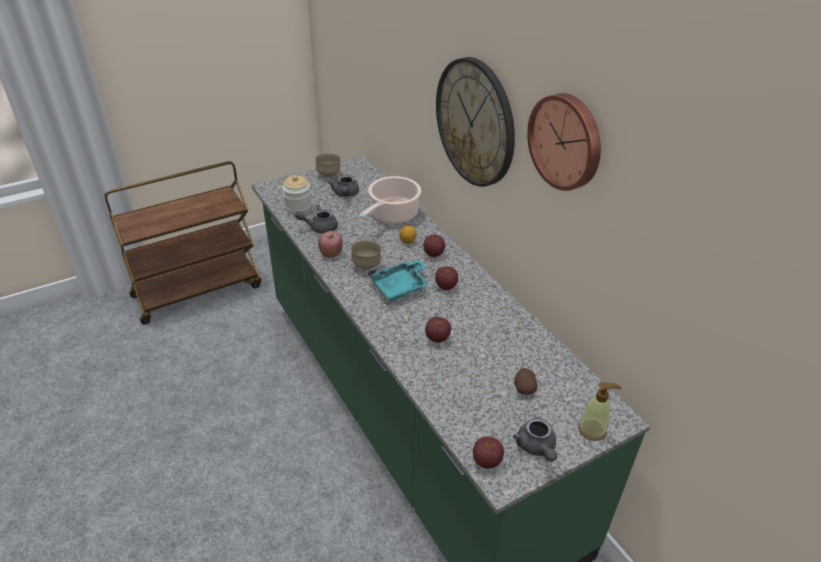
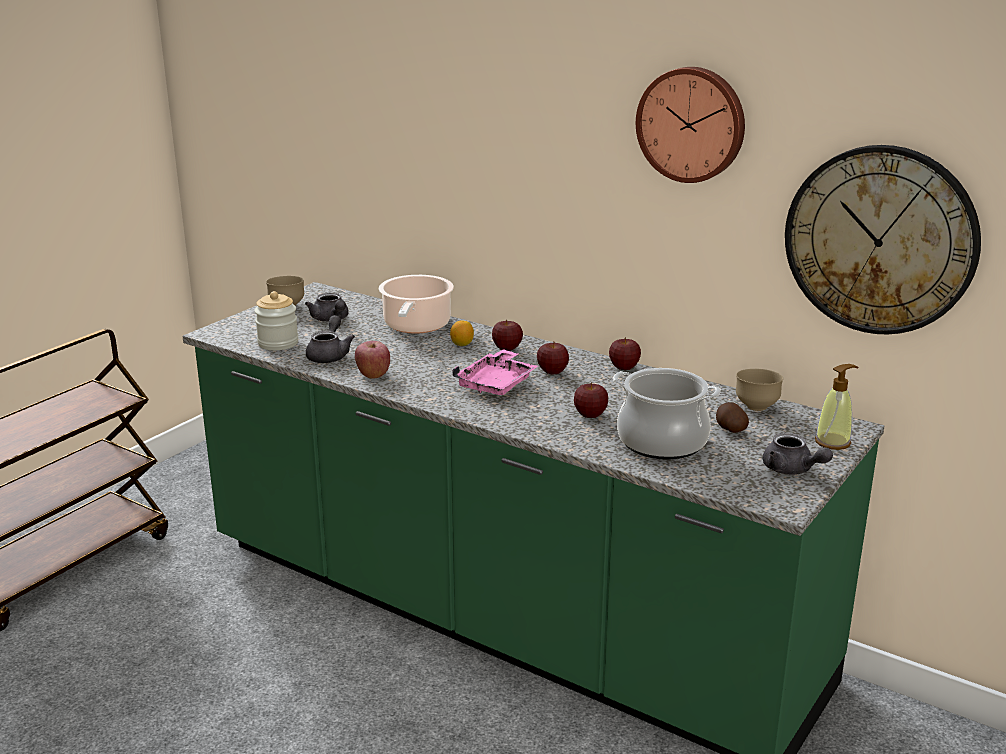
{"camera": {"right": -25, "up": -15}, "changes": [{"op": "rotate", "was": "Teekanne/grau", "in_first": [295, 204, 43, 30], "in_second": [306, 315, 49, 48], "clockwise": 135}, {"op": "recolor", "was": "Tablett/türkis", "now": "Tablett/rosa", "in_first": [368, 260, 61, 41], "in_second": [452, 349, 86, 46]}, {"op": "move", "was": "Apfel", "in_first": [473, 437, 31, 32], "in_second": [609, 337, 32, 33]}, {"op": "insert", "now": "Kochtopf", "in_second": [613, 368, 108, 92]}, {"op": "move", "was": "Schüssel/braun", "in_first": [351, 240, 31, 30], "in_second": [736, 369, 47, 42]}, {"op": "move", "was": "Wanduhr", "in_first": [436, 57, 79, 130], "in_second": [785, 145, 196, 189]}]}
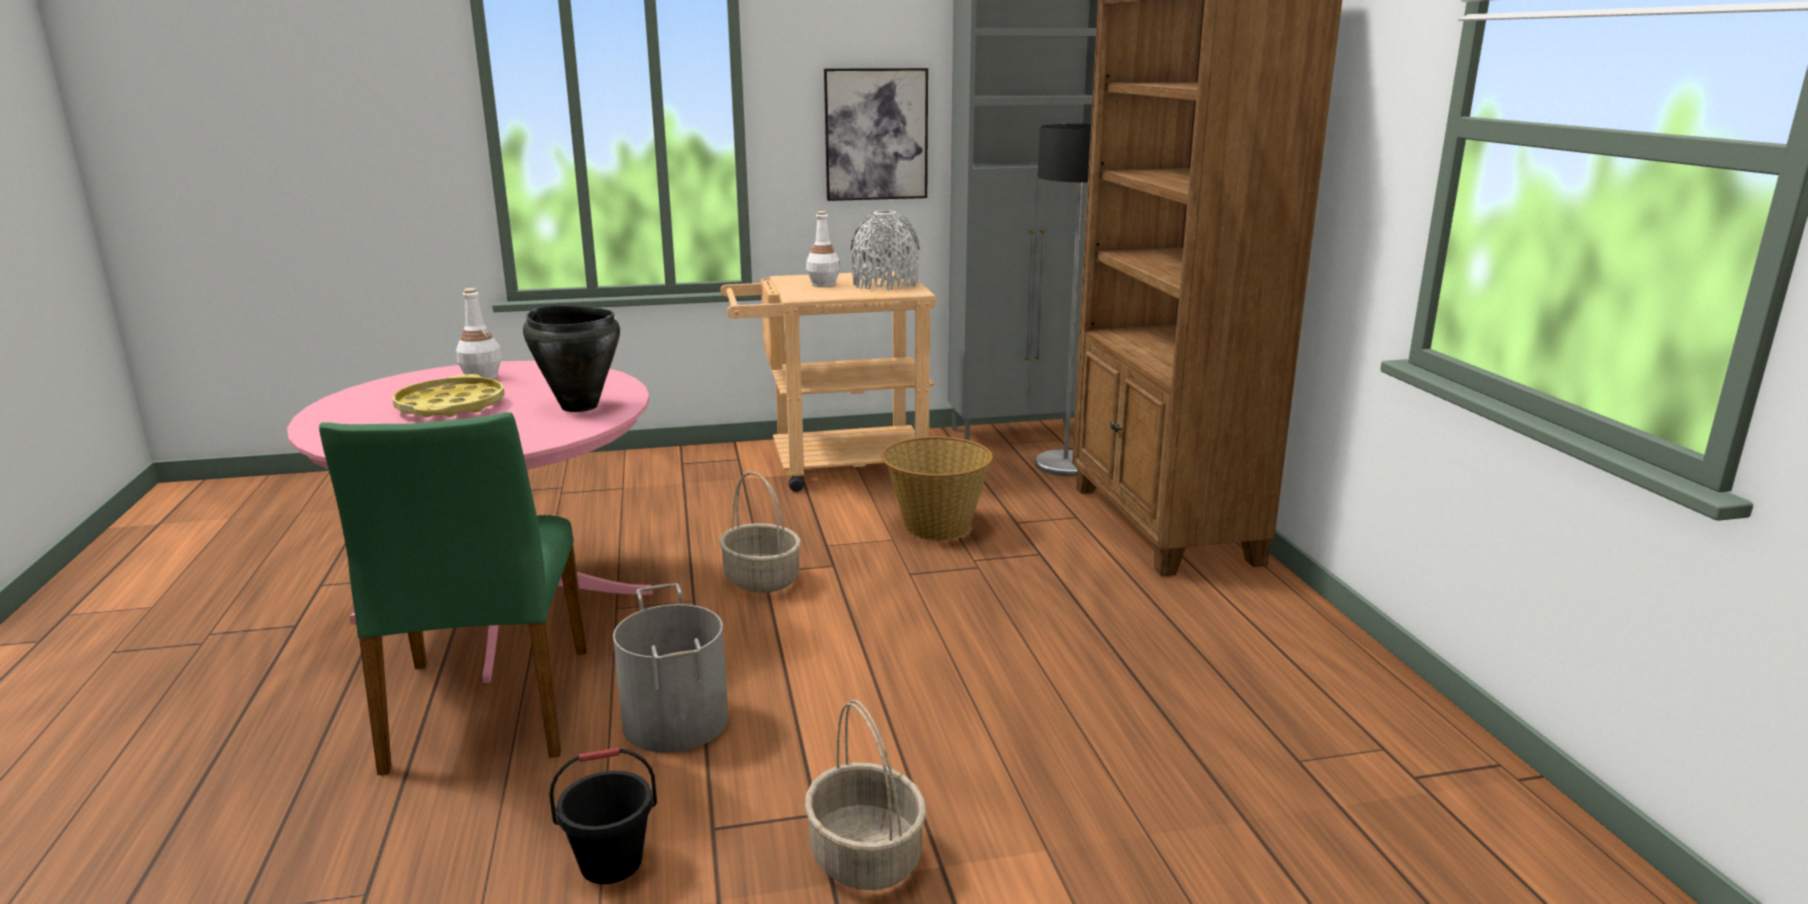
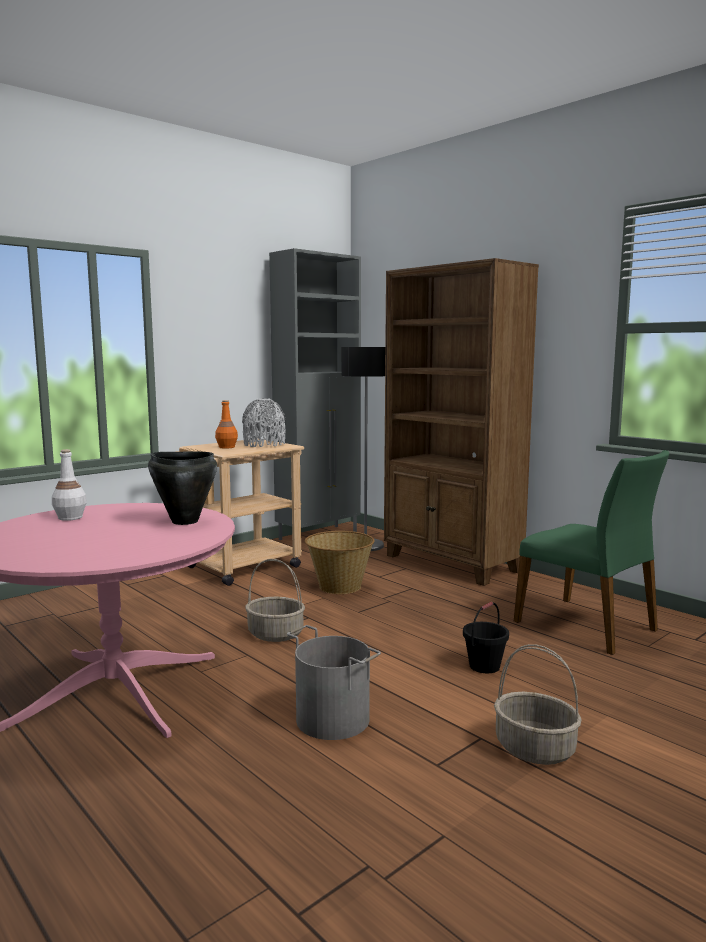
{"camera": {"right": -30, "up": -10}, "changes": [{"op": "recolor", "was": "Flasche/weiß", "now": "Flasche/orange", "in_first": [806, 211, 34, 76], "in_second": [215, 400, 23, 49]}, {"op": "move", "was": "Eimer/schwarz", "in_first": [549, 748, 108, 136], "in_second": [463, 602, 46, 71]}, {"op": "move", "was": "Stuhl/grün", "in_first": [319, 412, 268, 363], "in_second": [514, 450, 155, 205]}, {"op": "delete", "was": "Tablett/gelb", "in_first": [393, 374, 112, 43]}, {"op": "delete", "was": "Bild", "in_first": [824, 68, 104, 133]}]}
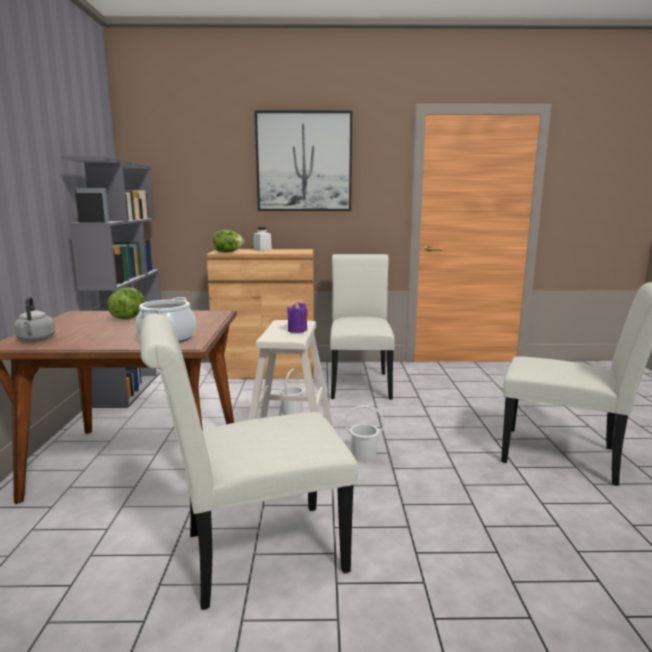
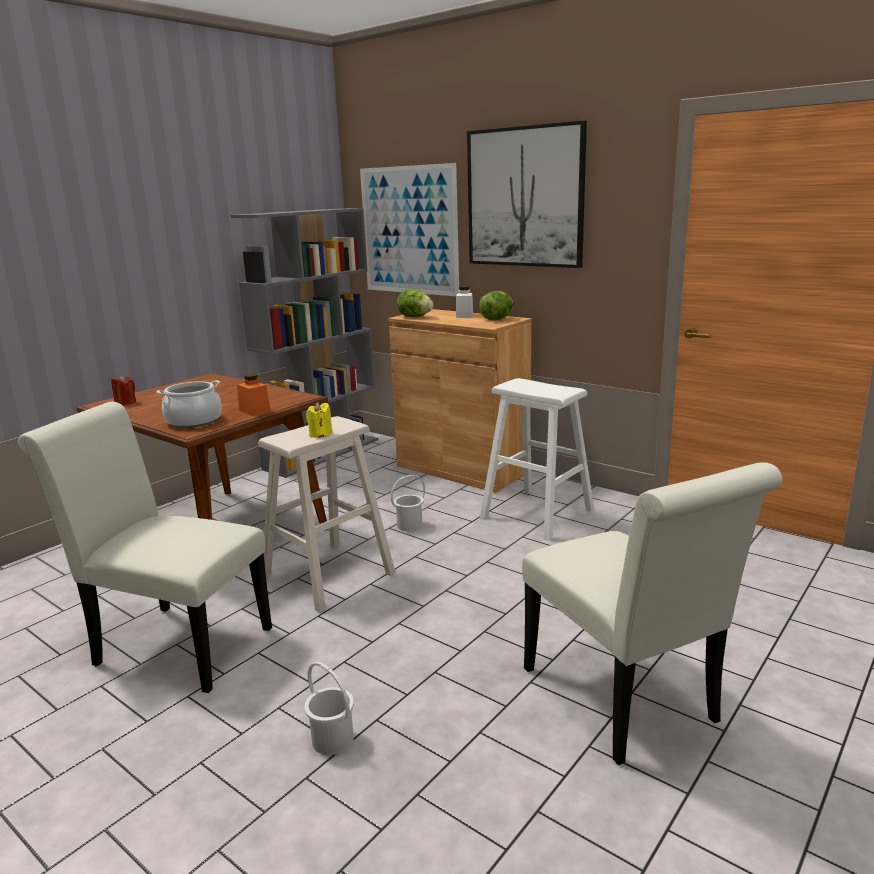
{"camera": {"right": 40, "up": 5}, "changes": [{"op": "replace", "was": "Wasserkessel/grau", "now": "Kerze/rot", "in_first": [14, 296, 41, 45], "in_second": [111, 375, 25, 30]}, {"op": "insert", "now": "Vorratsglas/orange", "in_second": [237, 373, 34, 43]}, {"op": "move", "was": "Eimer/weiß", "in_first": [345, 405, 39, 56], "in_second": [304, 662, 50, 93]}, {"op": "recolor", "was": "Kerze/lila", "now": "Kerze/gelb", "in_first": [287, 302, 21, 31], "in_second": [306, 402, 27, 36]}, {"op": "insert", "now": "Bild", "in_second": [360, 163, 99, 133]}, {"op": "move", "was": "Salatkopf", "in_first": [107, 287, 38, 33], "in_second": [479, 291, 34, 29]}, {"op": "replace", "was": "Stuhl/weiß", "now": "Hocker/weiß", "in_first": [330, 254, 65, 146], "in_second": [480, 378, 114, 162]}]}
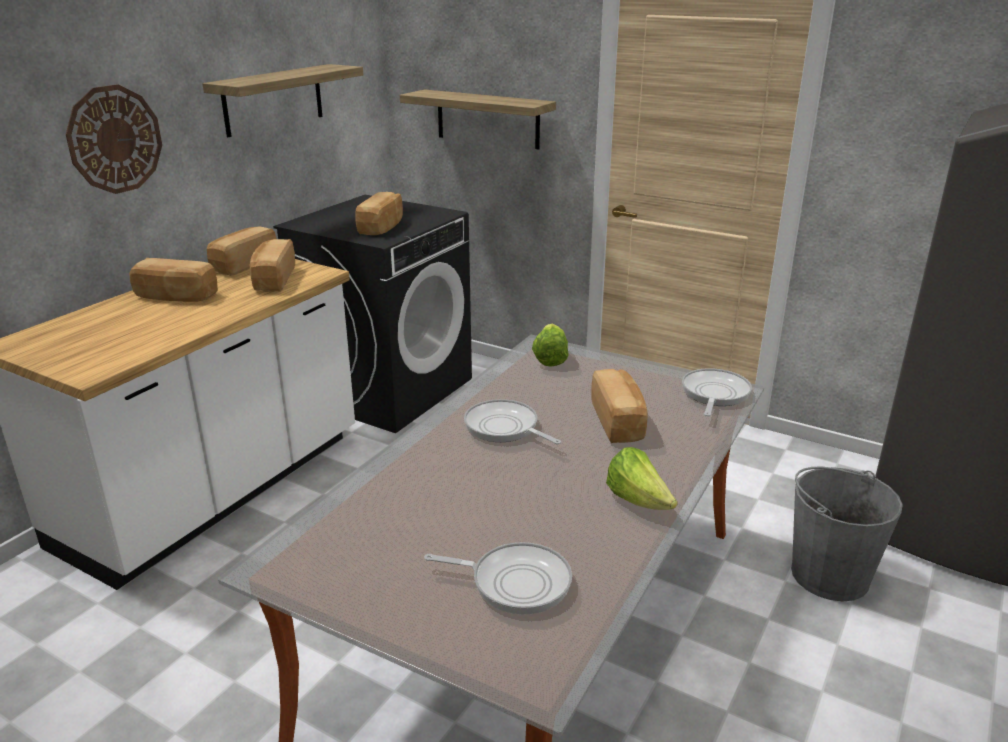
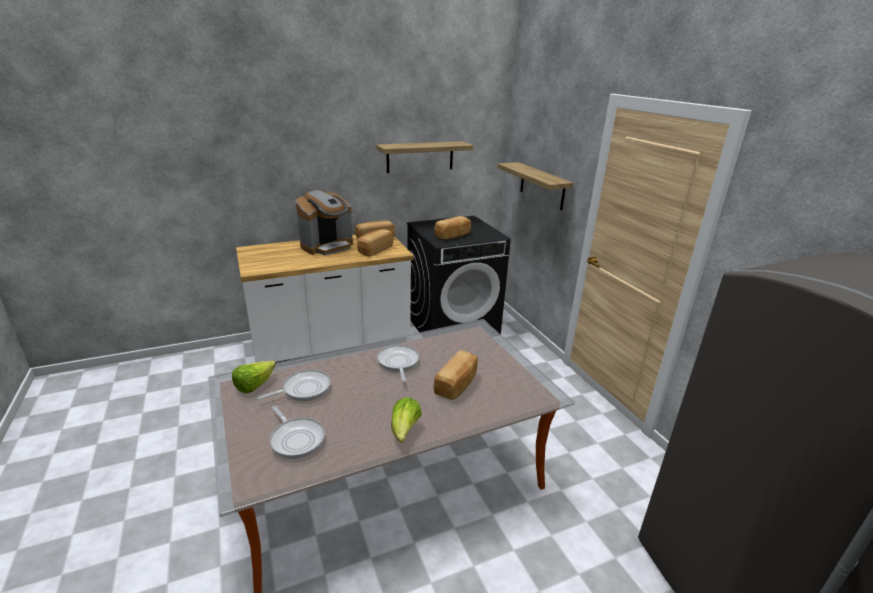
{"camera": {"right": 35, "up": 0}, "changes": [{"op": "move", "was": "Salatkopf", "in_first": [532, 324, 37, 42], "in_second": [232, 361, 44, 32]}, {"op": "move", "was": "Pfanne", "in_first": [682, 368, 70, 48], "in_second": [257, 370, 74, 31]}, {"op": "replace", "was": "Brot", "now": "Kaffeemaschine", "in_first": [129, 258, 89, 44], "in_second": [296, 190, 57, 65]}, {"op": "delete", "was": "Wanduhr", "in_first": [66, 84, 96, 110]}, {"op": "delete", "was": "Eimer/grau", "in_first": [791, 466, 112, 135]}]}
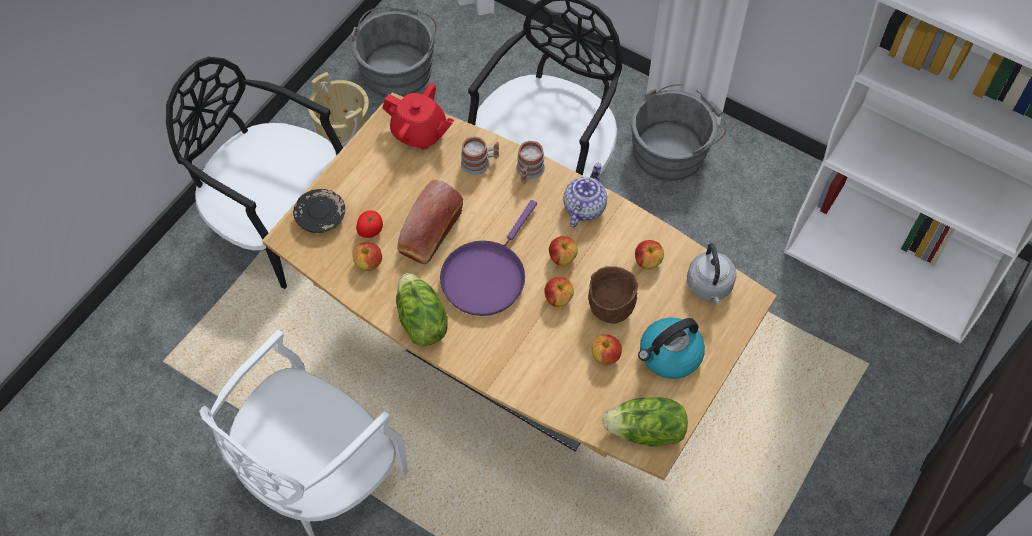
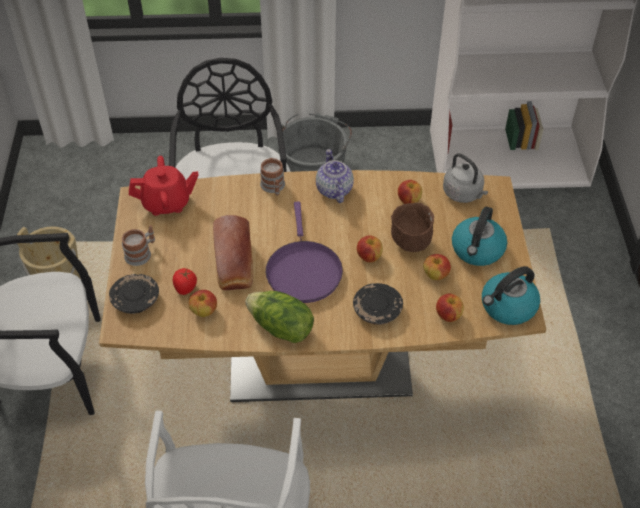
{"camera": {"right": -35, "up": -10}, "changes": [{"op": "move", "was": "Henkelbecher", "in_first": [461, 137, 38, 38], "in_second": [122, 225, 33, 41]}, {"op": "insert", "now": "Teller/schwarz", "in_second": [353, 283, 50, 42]}, {"op": "move", "was": "Apfel", "in_first": [549, 236, 29, 30], "in_second": [436, 293, 28, 29]}, {"op": "replace", "was": "Salatkopf", "now": "Wasserkessel", "in_first": [602, 397, 86, 49], "in_second": [482, 266, 58, 59]}, {"op": "delete", "was": "Eimer/grau", "in_first": [351, 5, 86, 92]}]}
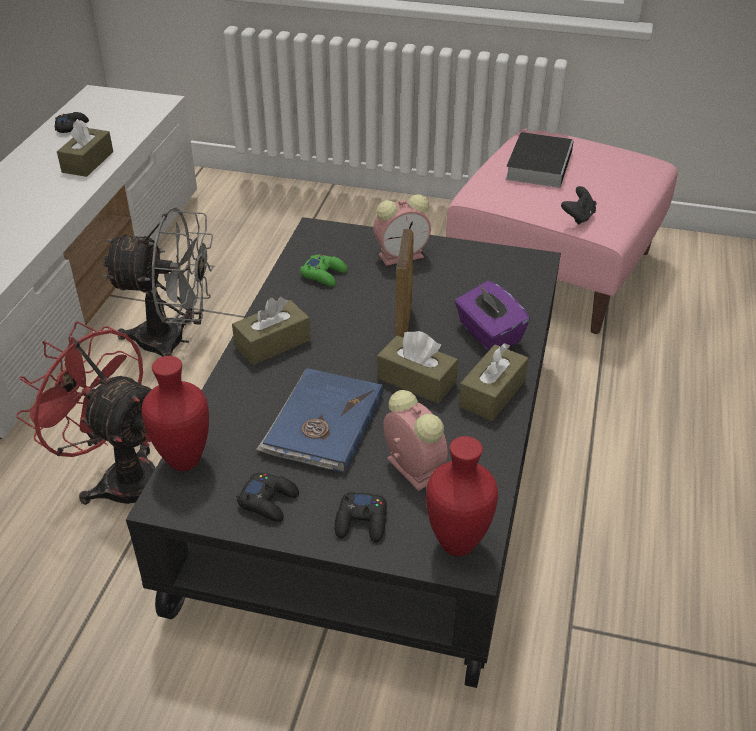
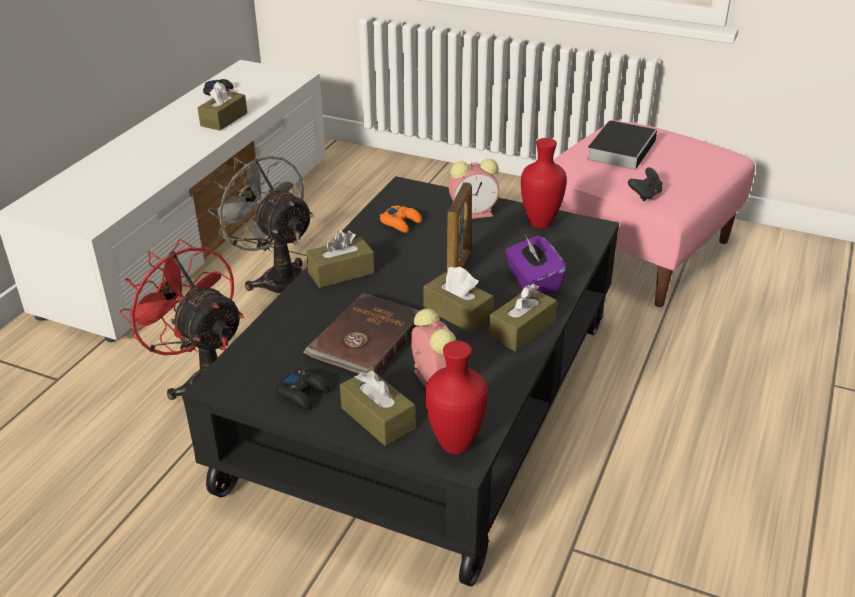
{"camera": {"right": 10, "up": -5}, "changes": [{"op": "rotate", "was": "Ventilator/grau", "in_first": [103, 207, 111, 150], "in_second": [208, 150, 106, 143], "clockwise": -150}, {"op": "recolor", "was": "Buch/blau", "now": "Buch/braun", "in_first": [256, 368, 127, 105], "in_second": [303, 293, 117, 81]}, {"op": "replace", "was": "Gamepad/schwarz", "now": "Taschentuchbox/braun", "in_first": [334, 491, 53, 51], "in_second": [340, 369, 76, 77]}, {"op": "recolor", "was": "Gamepad/grün", "now": "Gamepad/orange", "in_first": [300, 255, 47, 32], "in_second": [380, 205, 42, 28]}, {"op": "move", "was": "Vase/rot", "in_first": [141, 356, 68, 115], "in_second": [521, 138, 46, 91]}]}
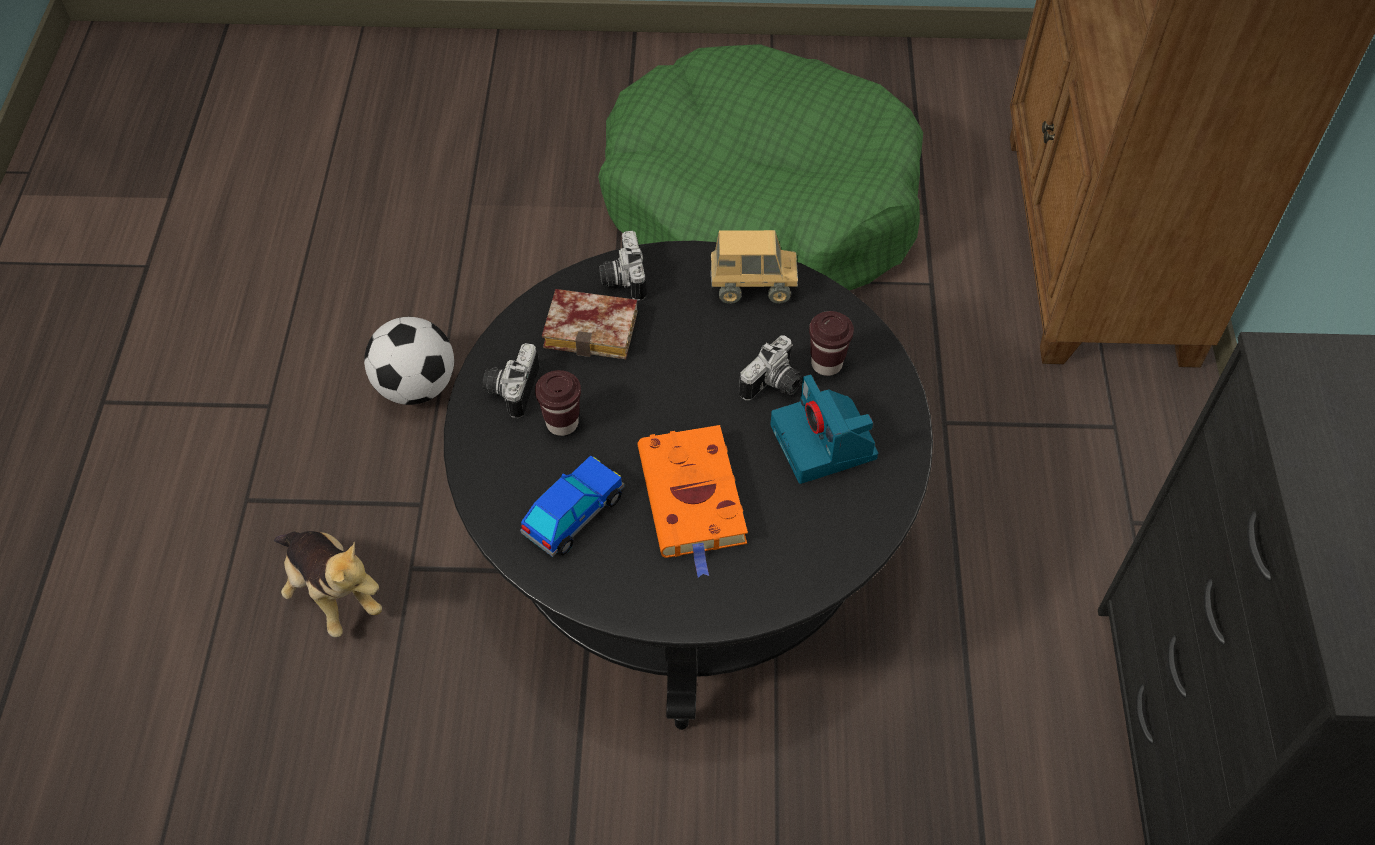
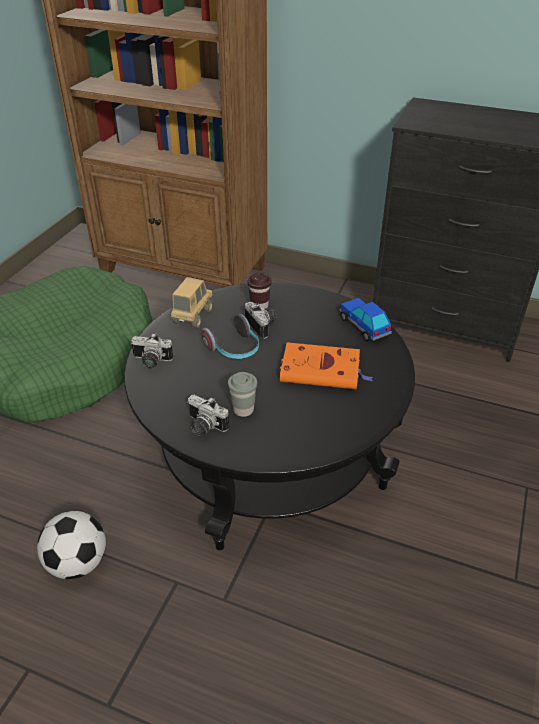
{"camera": {"right": -70, "up": -15}, "changes": [{"op": "insert", "now": "Kopfhörer", "in_second": [201, 314, 58, 45]}, {"op": "recolor", "was": "Tasse/braun", "now": "Tasse/grau", "in_first": [535, 370, 46, 66], "in_second": [228, 372, 29, 45]}, {"op": "move", "was": "Spielzeugauto", "in_first": [520, 455, 104, 102], "in_second": [339, 298, 53, 43]}, {"op": "delete", "was": "Plüschtier", "in_first": [274, 531, 108, 106]}, {"op": "delete", "was": "Buch", "in_first": [542, 289, 96, 70]}, {"op": "delete", "was": "Kamera", "in_first": [770, 374, 108, 110]}]}
